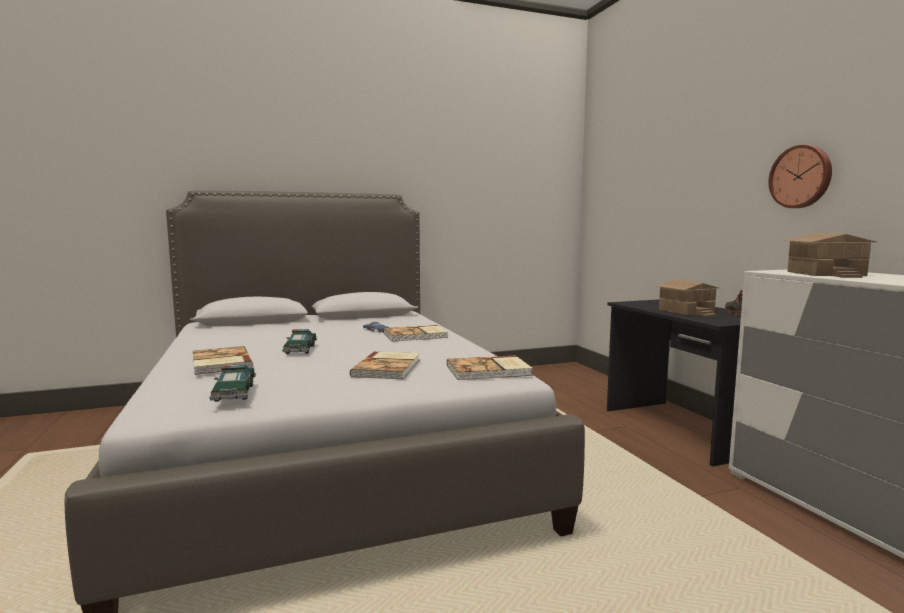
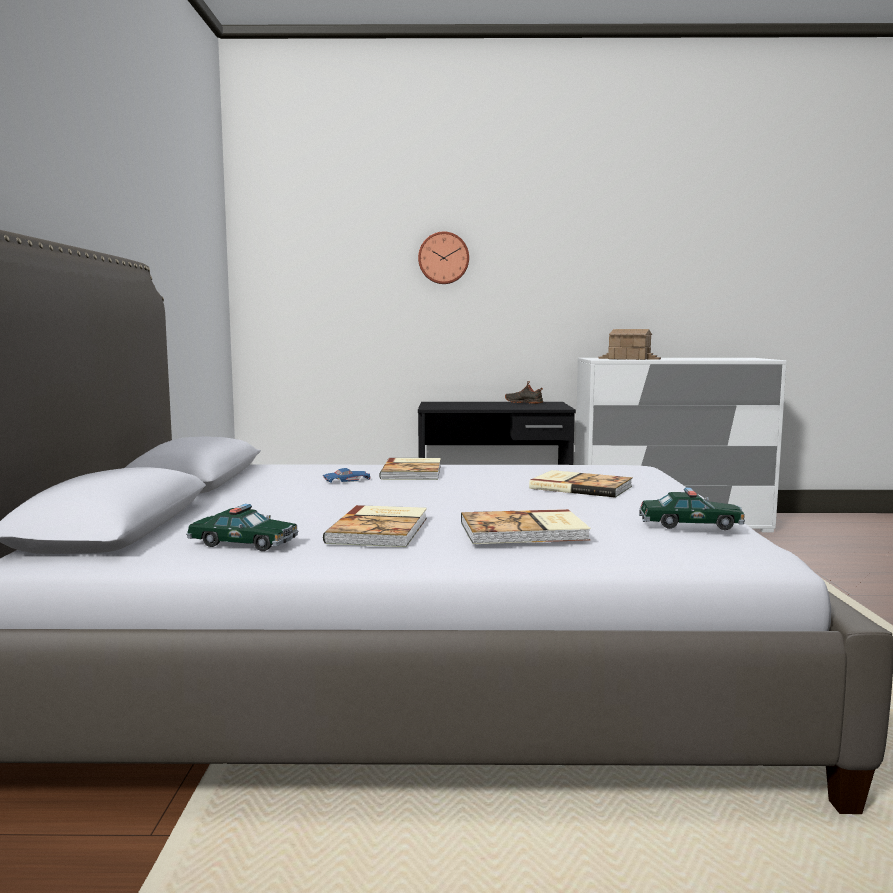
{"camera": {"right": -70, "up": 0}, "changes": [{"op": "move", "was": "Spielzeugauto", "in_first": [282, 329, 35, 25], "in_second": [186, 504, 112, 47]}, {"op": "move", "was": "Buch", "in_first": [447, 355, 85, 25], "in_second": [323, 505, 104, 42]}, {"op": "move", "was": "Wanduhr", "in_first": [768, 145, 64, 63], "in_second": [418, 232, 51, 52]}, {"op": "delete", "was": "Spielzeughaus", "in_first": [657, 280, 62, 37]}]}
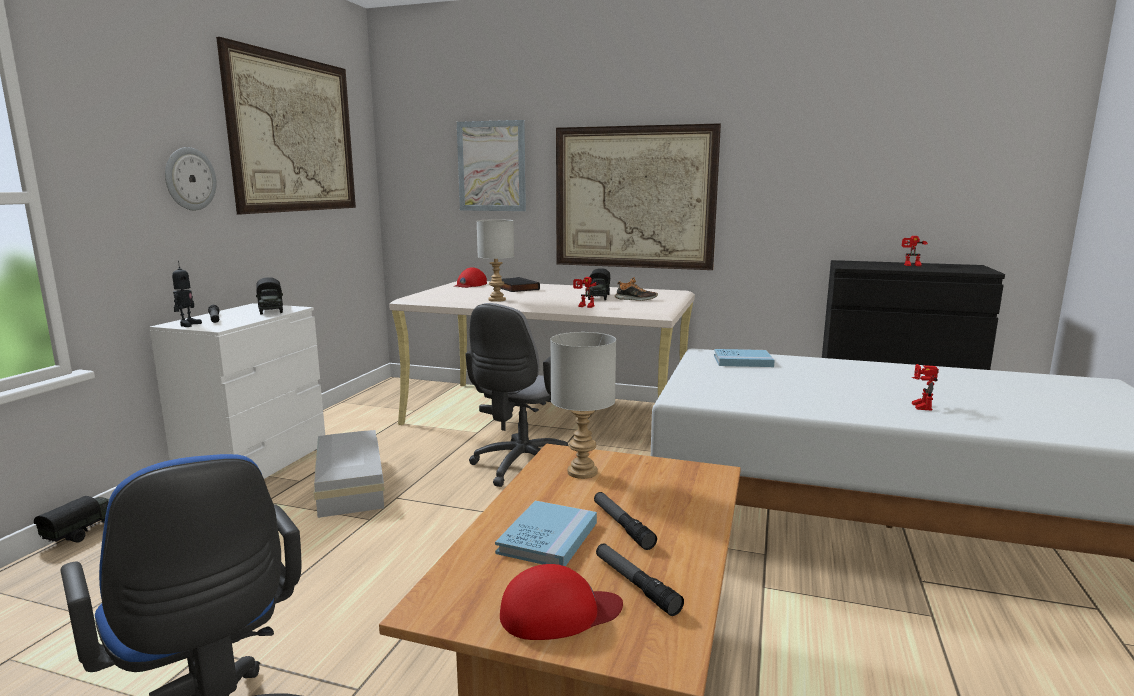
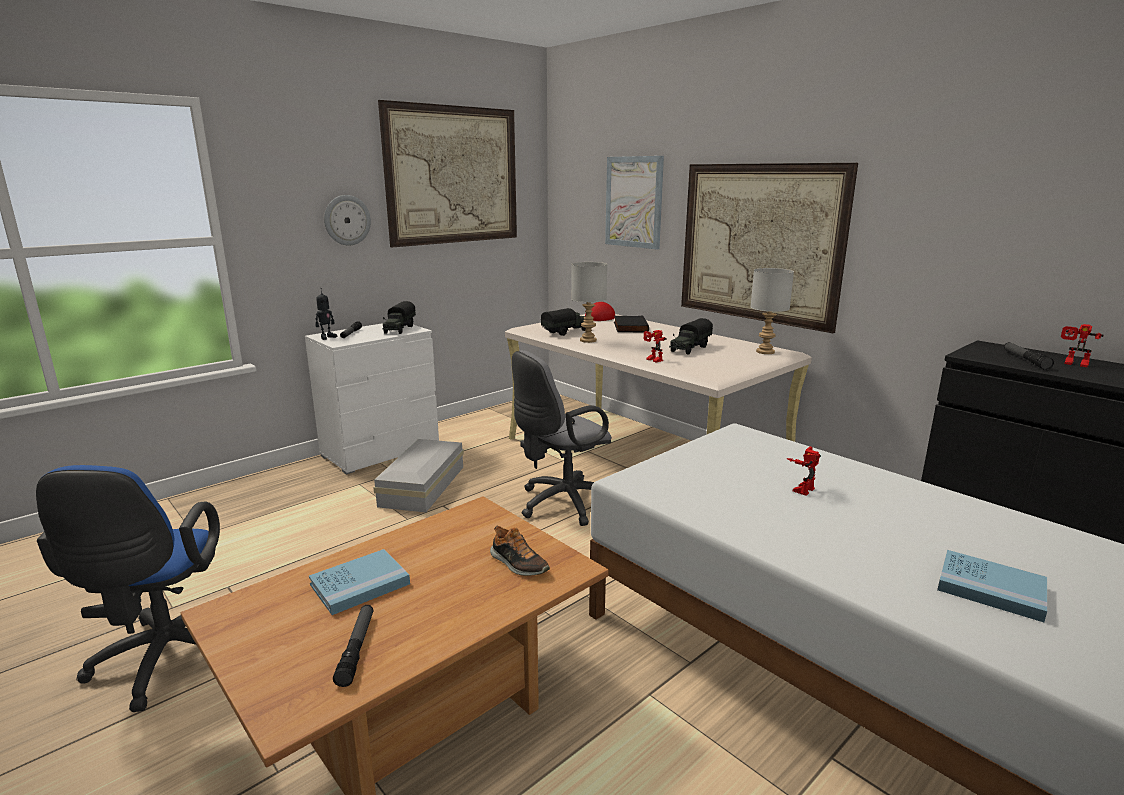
{"camera": {"right": 30, "up": 5}, "changes": [{"op": "move", "was": "Schuh", "in_first": [615, 277, 43, 24], "in_second": [490, 526, 60, 50]}, {"op": "move", "was": "Spielzeuglaster", "in_first": [34, 496, 75, 47], "in_second": [541, 308, 45, 28]}, {"op": "move", "was": "Tischlampe/grau", "in_first": [550, 332, 66, 147], "in_second": [750, 268, 44, 86]}, {"op": "move", "was": "Spielzeugroboter", "in_first": [912, 364, 27, 47], "in_second": [787, 447, 34, 49]}, {"op": "move", "was": "Buch/blau", "in_first": [714, 349, 61, 18], "in_second": [937, 550, 110, 72]}, {"op": "move", "was": "Taschenlampe", "in_first": [594, 492, 63, 58], "in_second": [1004, 342, 50, 28]}, {"op": "delete", "was": "Kappe/rot", "in_first": [500, 564, 123, 76]}]}
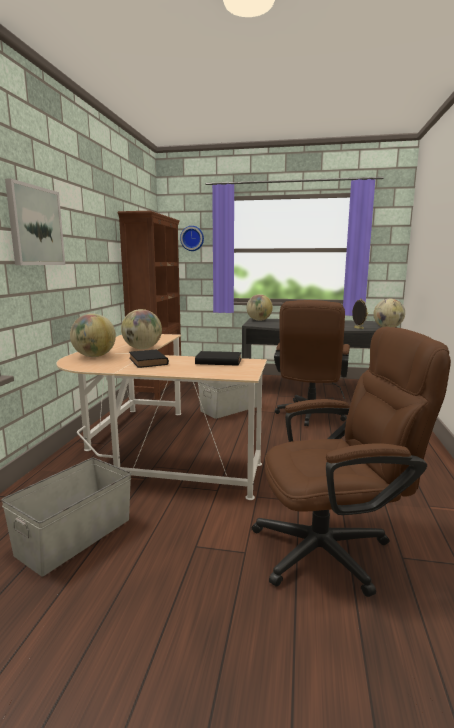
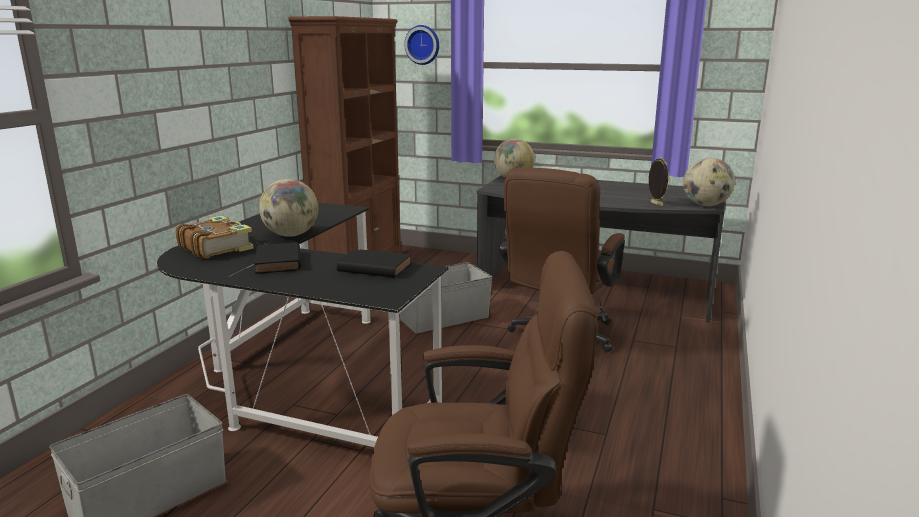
{"camera": {"right": 10, "up": 5}, "changes": [{"op": "recolor", "was": "Schreibtisch/beige", "now": "Schreibtisch/schwarz", "in_first": [56, 334, 211, 166], "in_second": [157, 202, 292, 245]}, {"op": "replace", "was": "Globus", "now": "Buch", "in_first": [70, 314, 46, 43], "in_second": [175, 216, 79, 43]}, {"op": "delete", "was": "Bild", "in_first": [5, 178, 60, 87]}]}
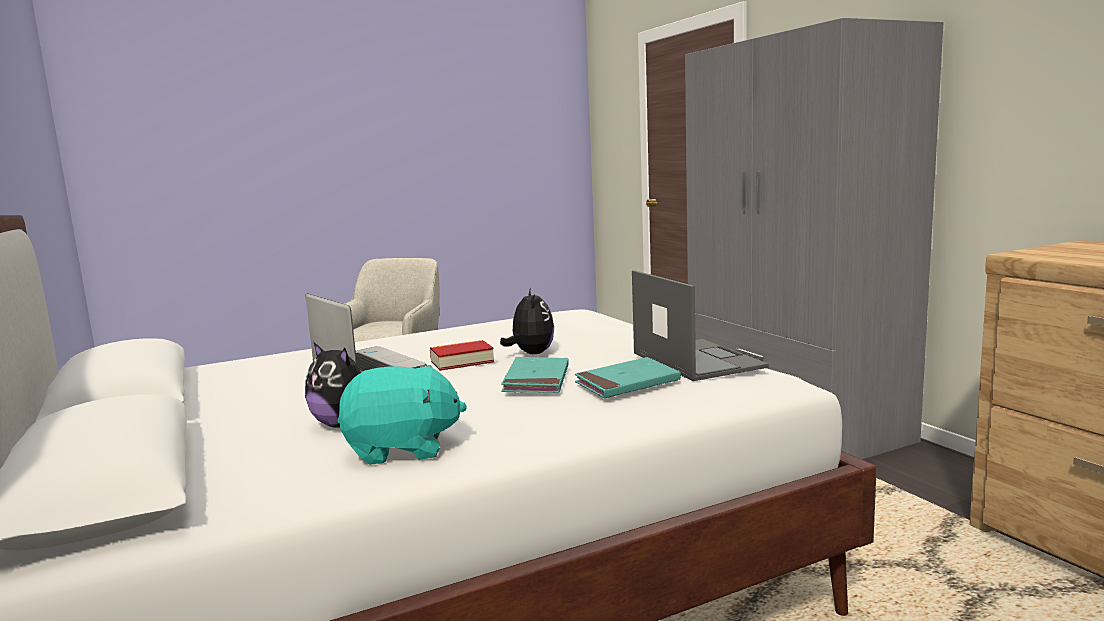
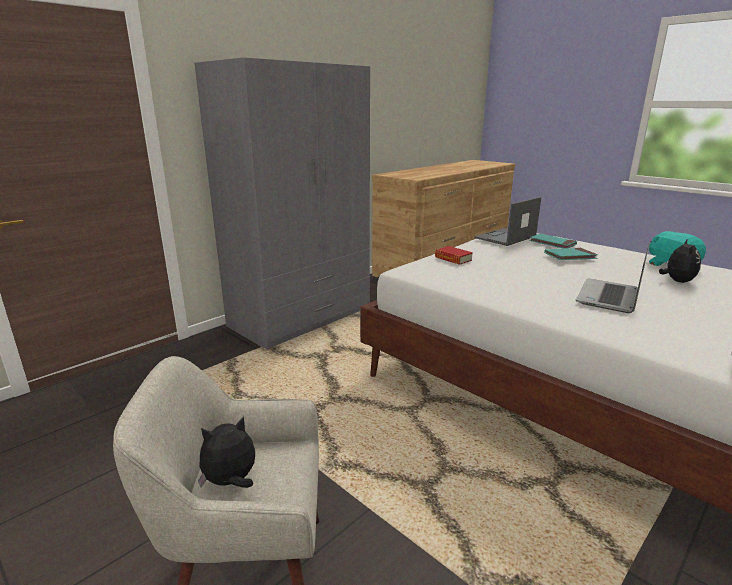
{"camera": {"right": -110, "up": 10}, "changes": [{"op": "move", "was": "Plüschtier", "in_first": [500, 288, 54, 66], "in_second": [198, 416, 57, 72]}, {"op": "move", "was": "Buch", "in_first": [430, 340, 64, 31], "in_second": [435, 246, 38, 19]}]}
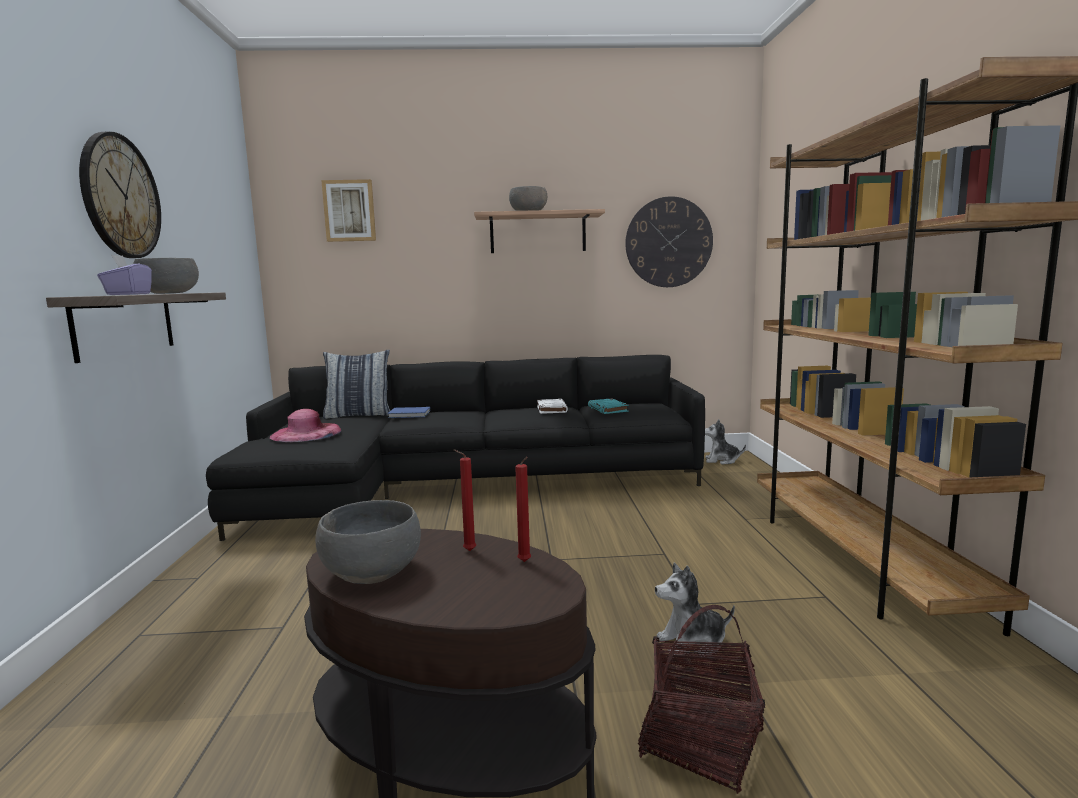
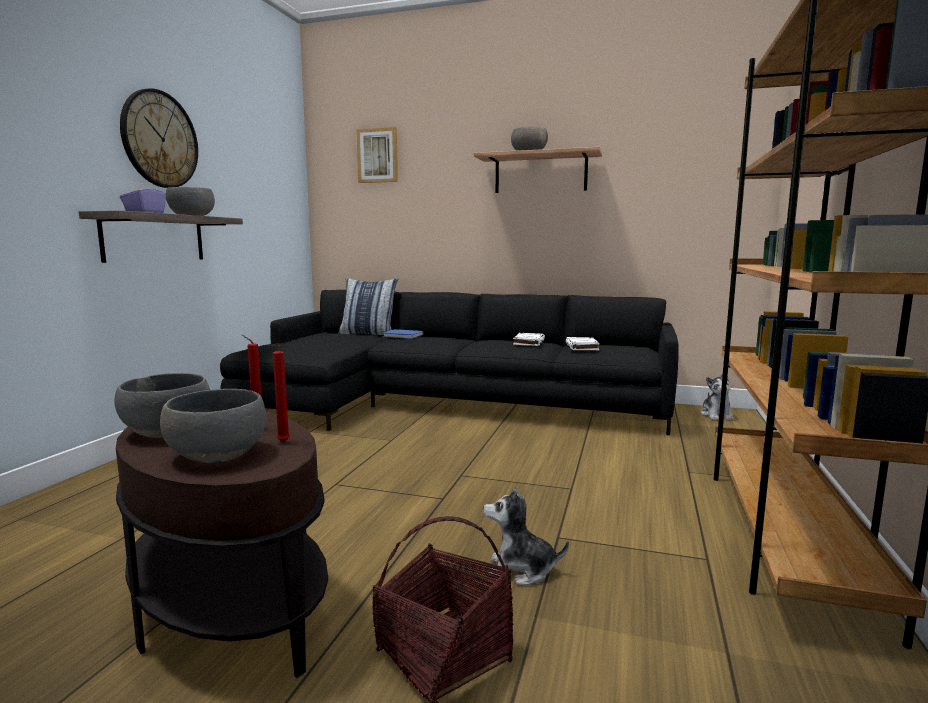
{"camera": {"right": 20, "up": 0}, "changes": [{"op": "insert", "now": "Schüssel/grau", "in_second": [160, 389, 106, 74]}, {"op": "recolor", "was": "Buch/türkis", "now": "Buch/weiß", "in_first": [588, 398, 41, 16], "in_second": [566, 337, 34, 13]}, {"op": "rotate", "was": "Plüschtier", "in_first": [705, 419, 41, 45], "in_second": [701, 373, 33, 47], "clockwise": -120}, {"op": "delete", "was": "Hut/rosa", "in_first": [270, 409, 71, 33]}, {"op": "delete", "was": "Wanduhr", "in_first": [625, 196, 88, 91]}]}
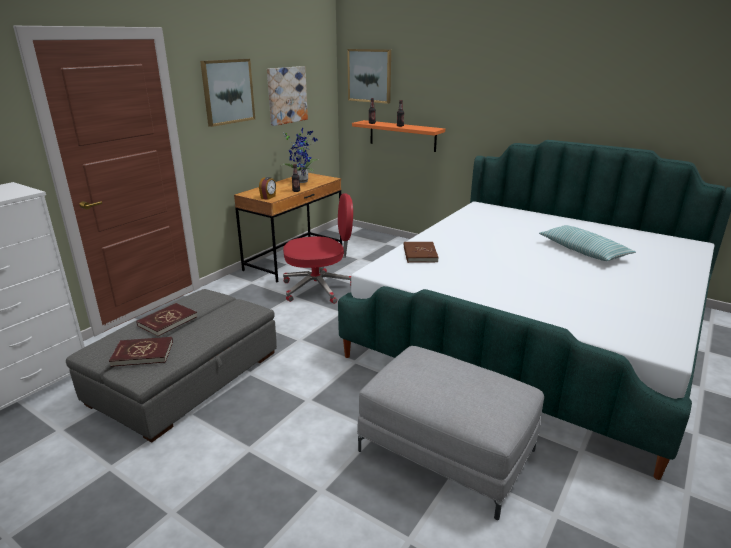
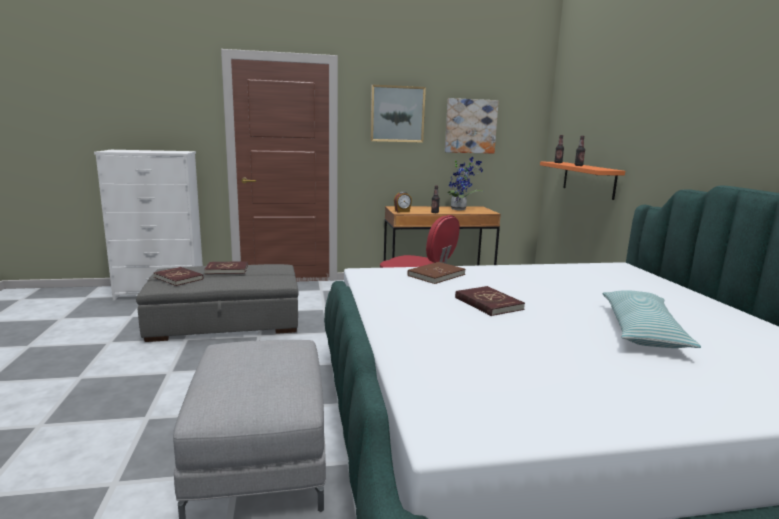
{"camera": {"right": 45, "up": -10}, "changes": [{"op": "insert", "now": "Buch/rot", "in_second": [455, 286, 70, 30]}, {"op": "delete", "was": "Bild", "in_first": [347, 49, 44, 55]}]}
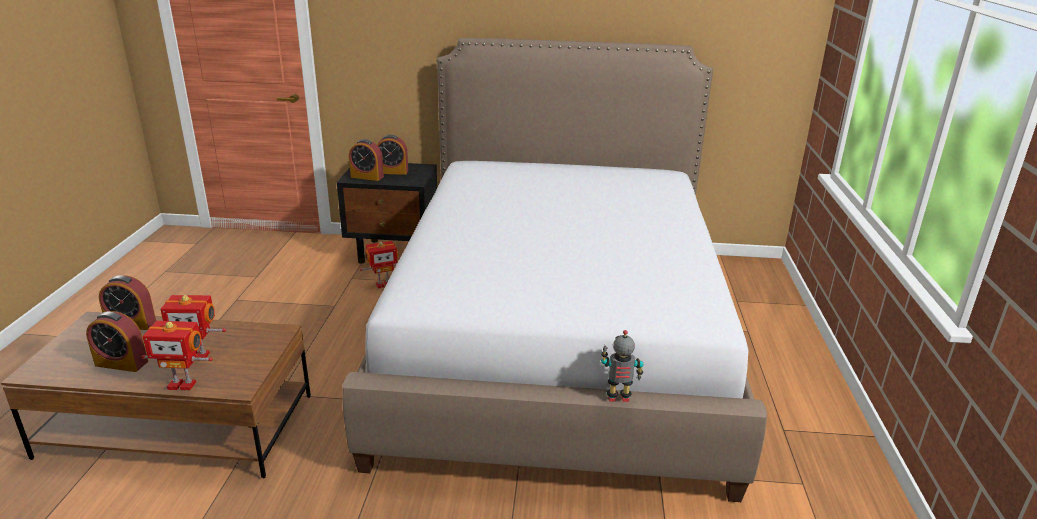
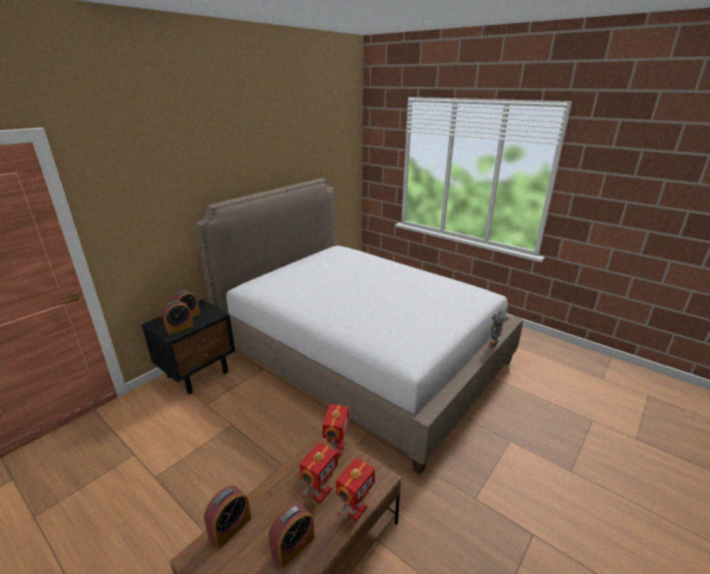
{"camera": {"right": -55, "up": 0}, "changes": [{"op": "move", "was": "Spielzeugroboter", "in_first": [360, 241, 38, 47], "in_second": [322, 404, 27, 52]}]}
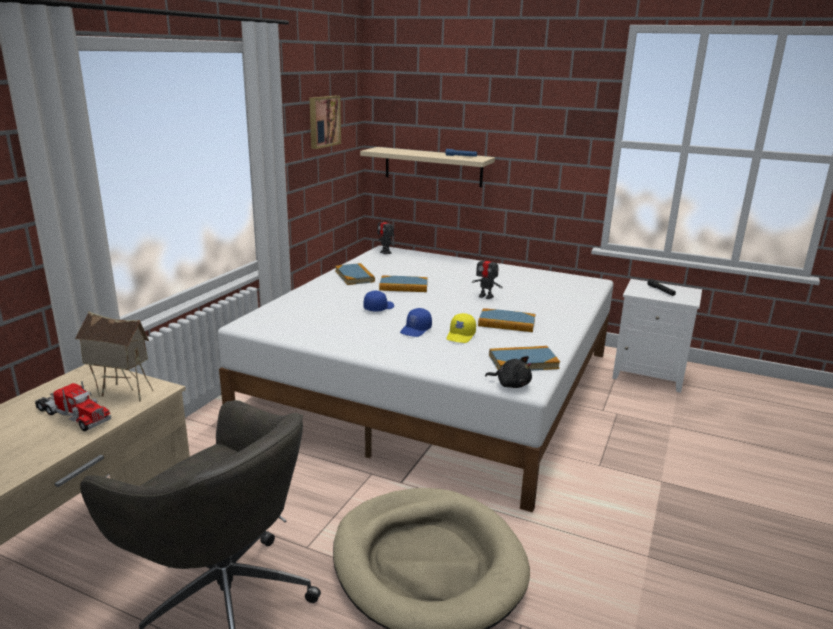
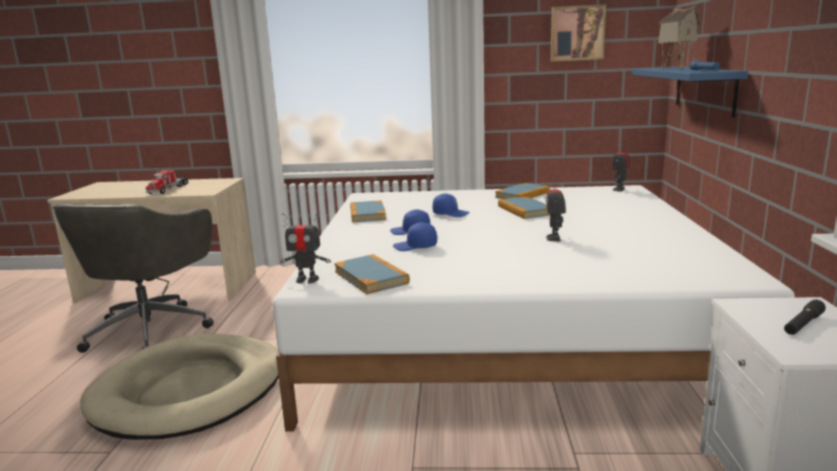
{"camera": {"right": 70, "up": -5}, "changes": [{"op": "replace", "was": "Plüschtier/schwarz", "now": "Spielzeugroboter", "in_first": [485, 356, 47, 32], "in_second": [281, 213, 50, 71]}, {"op": "move", "was": "Buch", "in_first": [478, 308, 58, 24], "in_second": [350, 200, 36, 22]}, {"op": "recolor", "was": "Kappe/gelb", "now": "Kappe/blau", "in_first": [446, 313, 30, 30], "in_second": [393, 222, 44, 29]}, {"op": "recolor", "was": "Wandregal/beige", "now": "Wandregal/blau", "in_first": [360, 147, 135, 40], "in_second": [632, 67, 116, 51]}, {"op": "move", "was": "Spielzeughaus", "in_first": [75, 311, 78, 90], "in_second": [658, 5, 42, 65]}]}
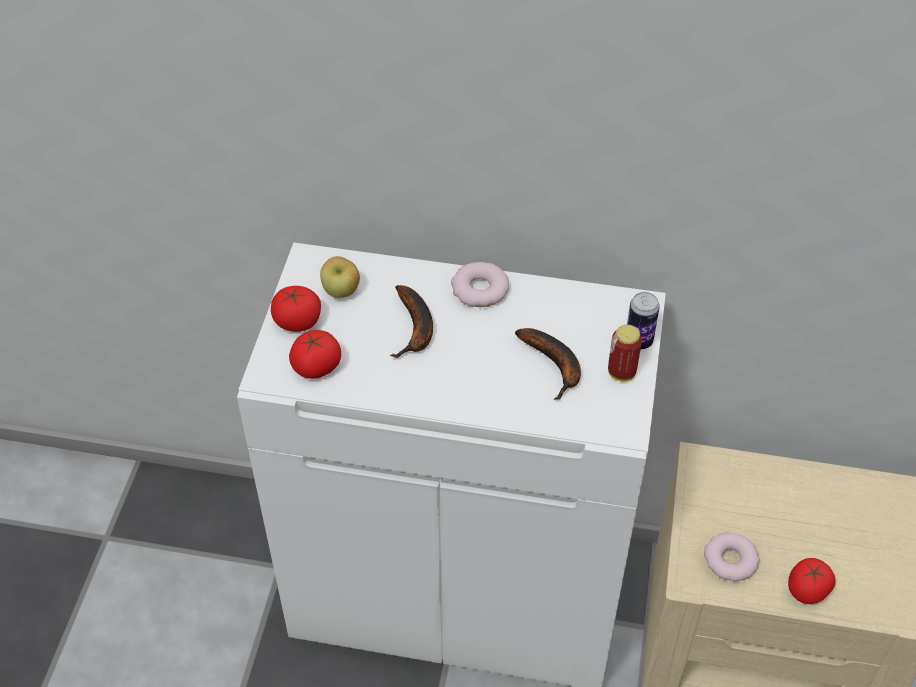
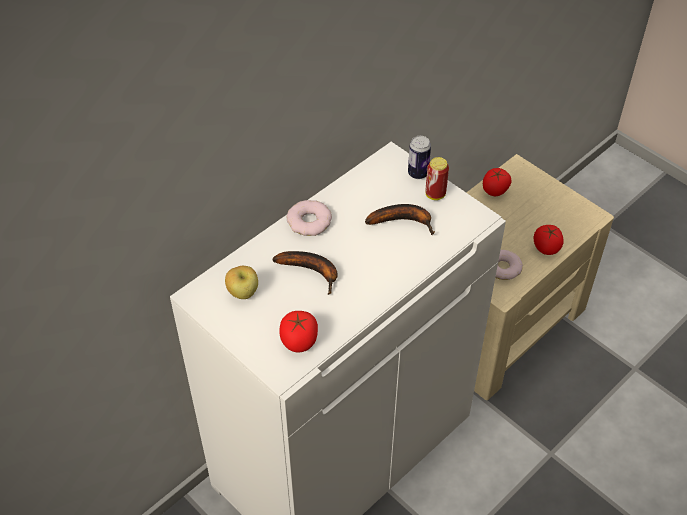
{"camera": {"right": -55, "up": 0}, "changes": [{"op": "move", "was": "Tomate", "in_first": [271, 286, 50, 46], "in_second": [483, 168, 28, 28]}]}
